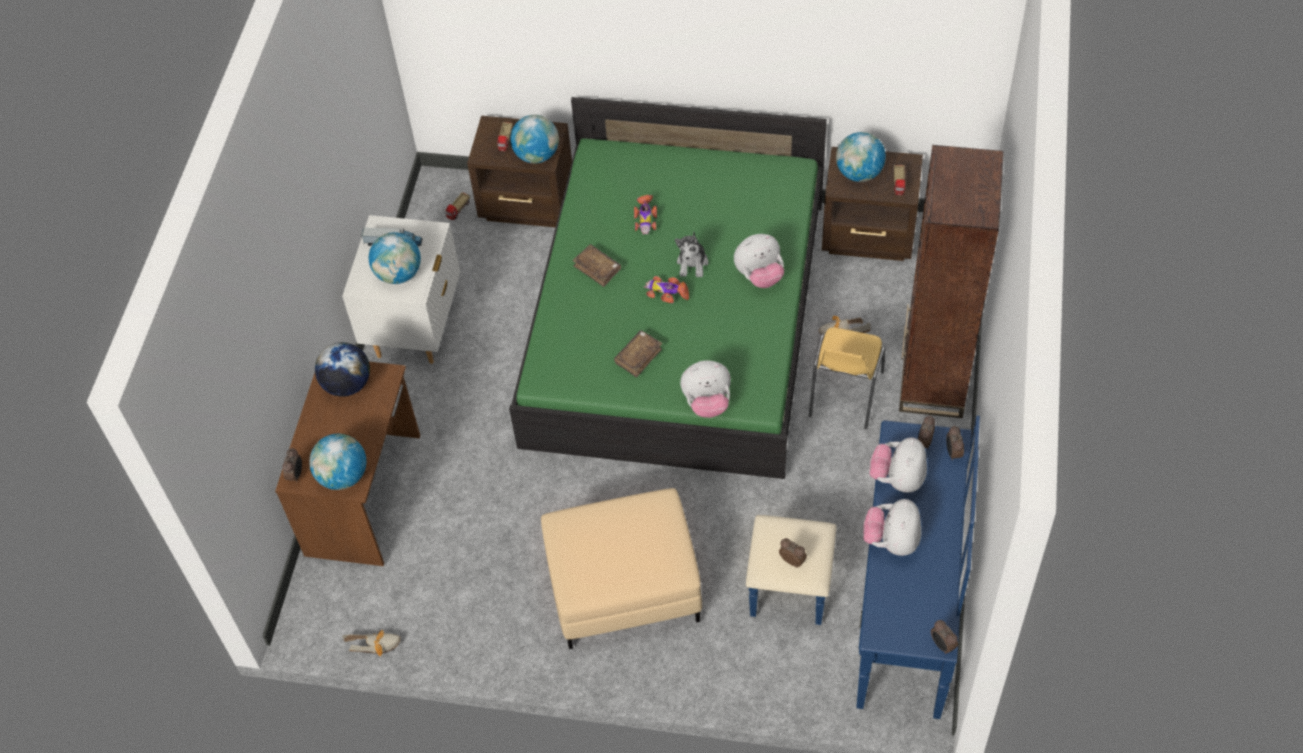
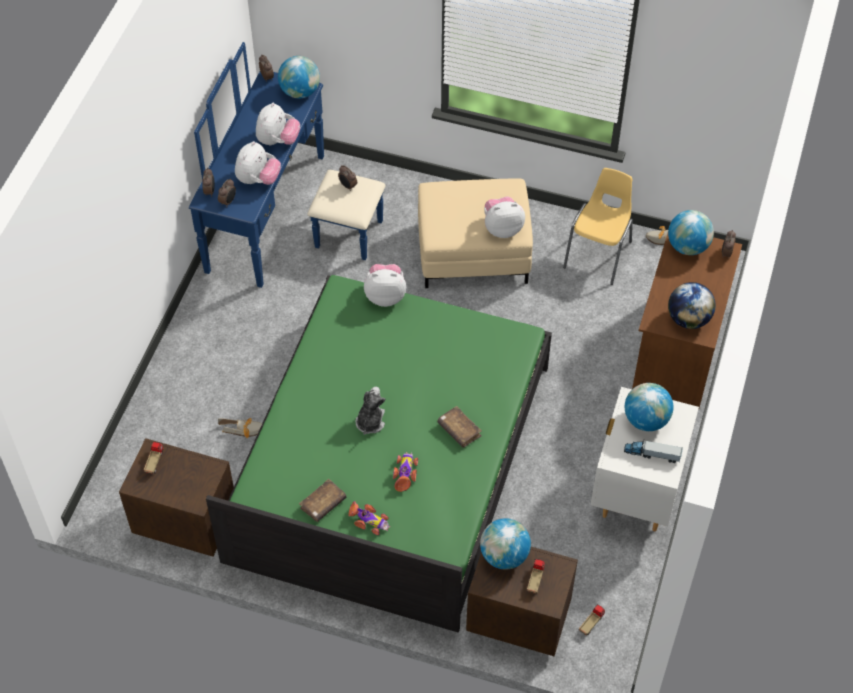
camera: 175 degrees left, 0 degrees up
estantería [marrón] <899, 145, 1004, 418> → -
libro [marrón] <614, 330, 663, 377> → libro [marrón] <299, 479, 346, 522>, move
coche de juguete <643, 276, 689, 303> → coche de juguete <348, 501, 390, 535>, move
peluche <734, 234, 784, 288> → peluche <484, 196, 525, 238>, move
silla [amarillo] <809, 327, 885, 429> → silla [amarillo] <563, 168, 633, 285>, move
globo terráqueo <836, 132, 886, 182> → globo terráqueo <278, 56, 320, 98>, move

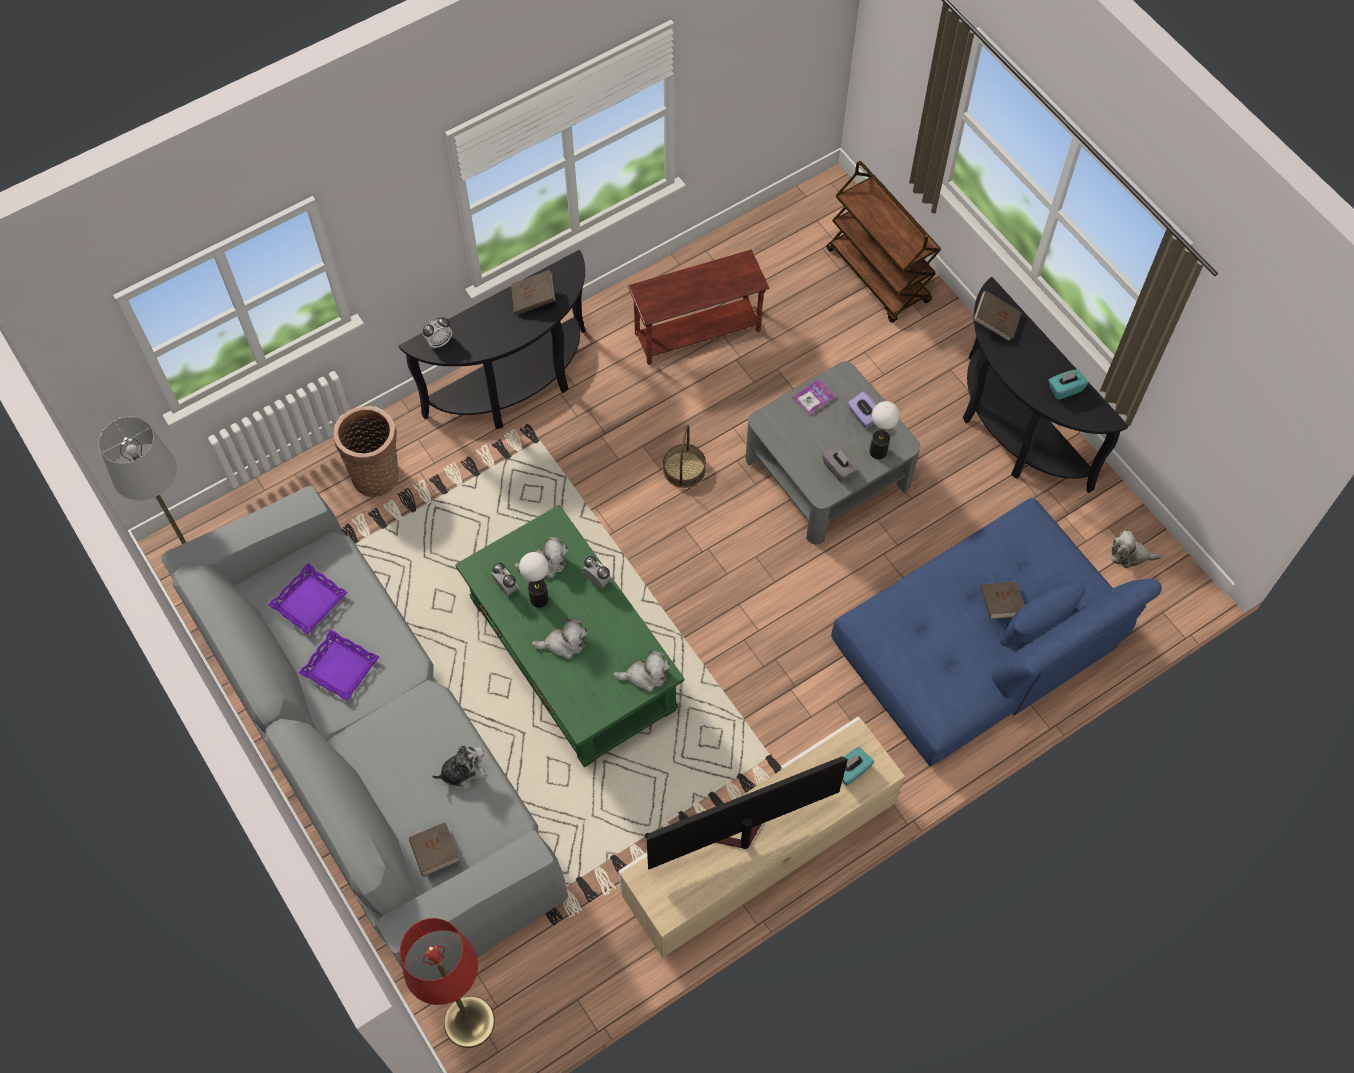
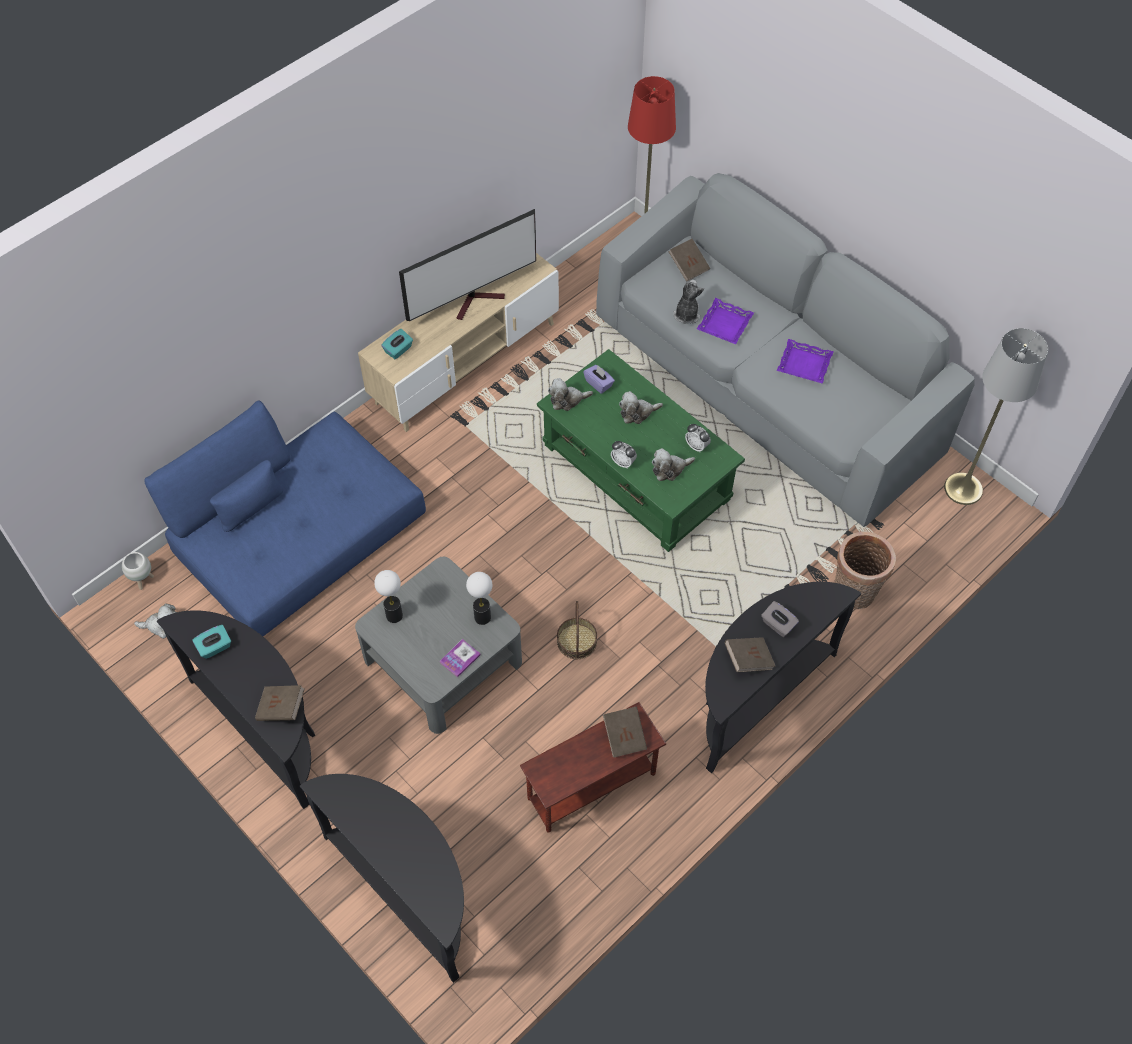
camera: 170 degrees right, 5 degrees down
despertador <422, 317, 452, 349> → -
- → maceta [blanco] <122, 552, 154, 590>
bandeja [morado] <268, 563, 348, 635> → bandeja [morado] <697, 298, 754, 344>, move
lámpara de mesa <519, 552, 549, 608> → lámpara de mesa <466, 572, 492, 625>, move
caja de pañuelos [gris] <822, 446, 858, 482> → caja de pañuelos [gris] <761, 601, 799, 637>, move
caja de pañuelos [morado] <848, 391, 876, 428> → caja de pañuelos [morado] <583, 365, 615, 394>, move
libro [marrón] <980, 581, 1025, 619> → libro [marrón] <603, 706, 647, 757>, move
carrito [marrón] <826, 161, 941, 323> → mesa consola [negro] <300, 774, 464, 983>
peluche <432, 746, 487, 789> → peluche <673, 280, 704, 324>, 135 degrees clockwise

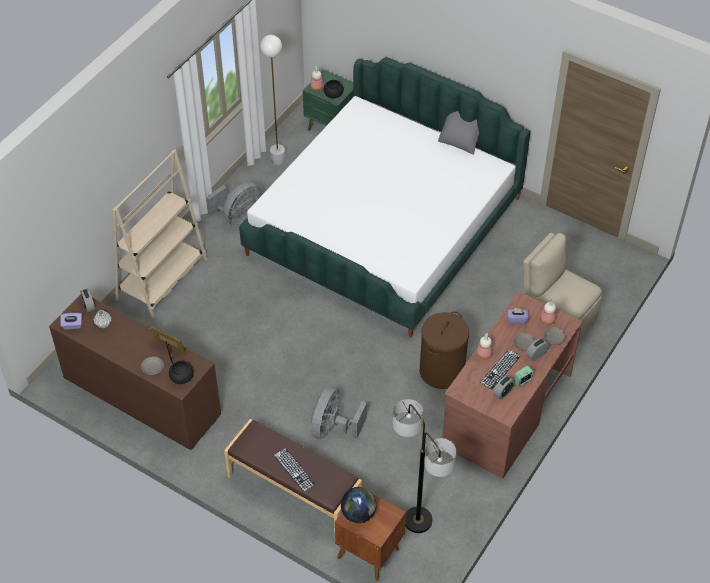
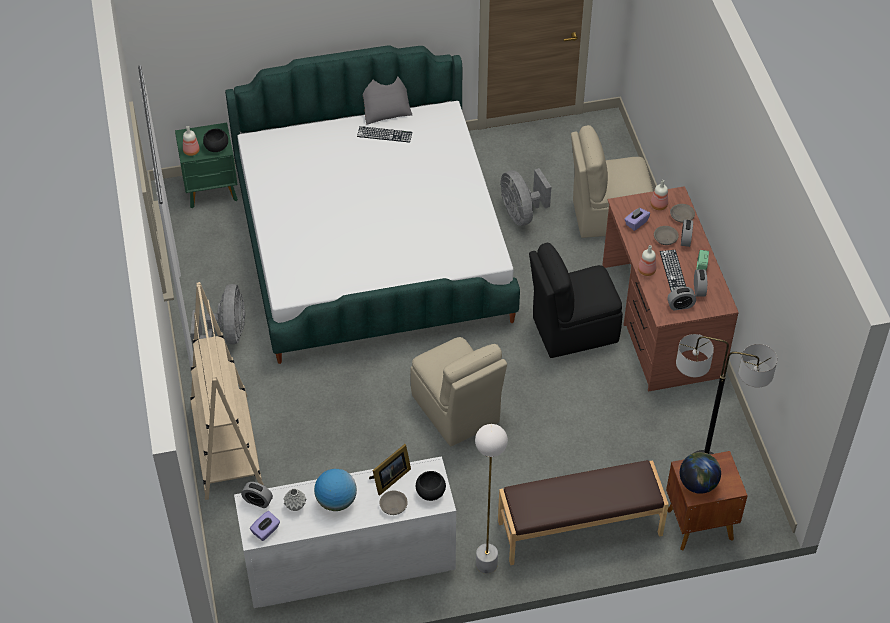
camera: 45 degrees left, 0 degrees up
- → globo terráqueo <314, 469, 357, 511>
- → silla [beis] <411, 337, 507, 446>
- → despertador <667, 287, 696, 311>
lámpara de pie [blanco] <260, 35, 285, 166> → lámpara de pie [blanco] <475, 424, 508, 574>, move
teclado <274, 448, 316, 492> → teclado <357, 126, 412, 143>, move
ventilador [gris] <311, 386, 367, 439> → ventilador [gris] <501, 168, 551, 226>, move
cesto de la ropa [marrón] <420, 311, 469, 389> → silla [negro] <529, 243, 623, 358>
cómoda [marrón] <49, 294, 221, 450> → cómoda [blanco] <234, 456, 456, 608>
portarretratos <150, 326, 187, 364> → portarretratos <369, 444, 411, 496>, 150 degrees clockwise

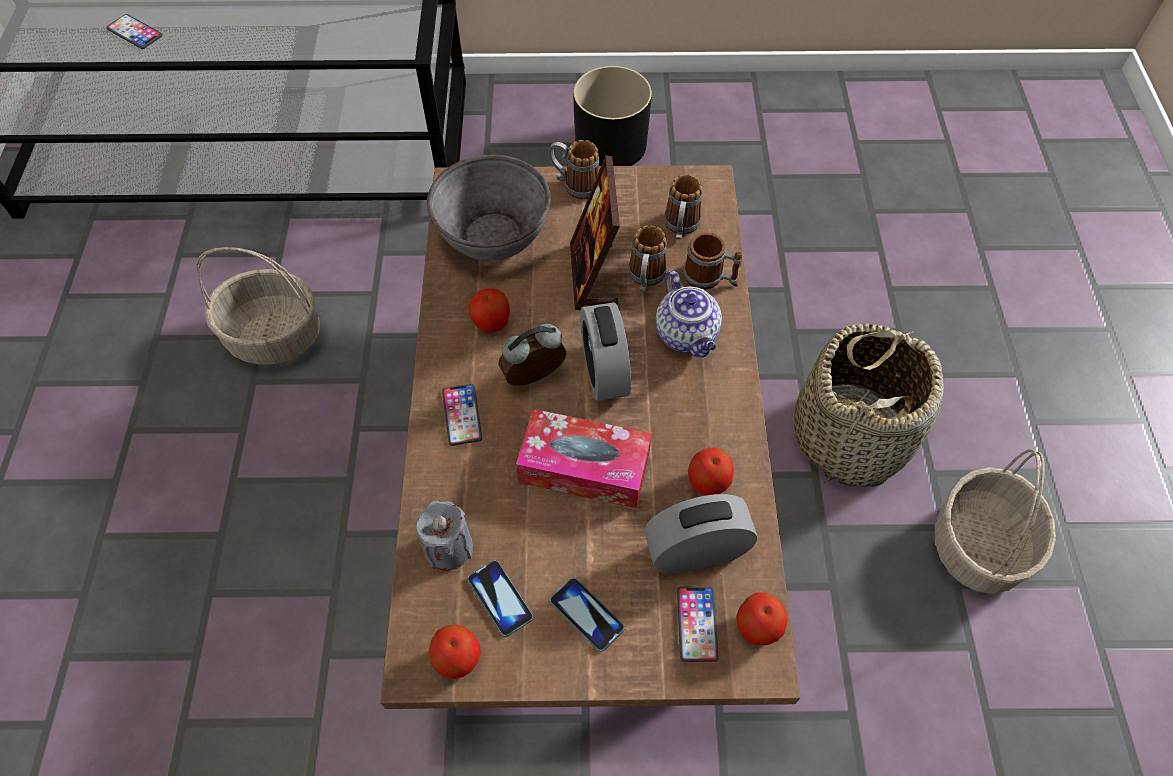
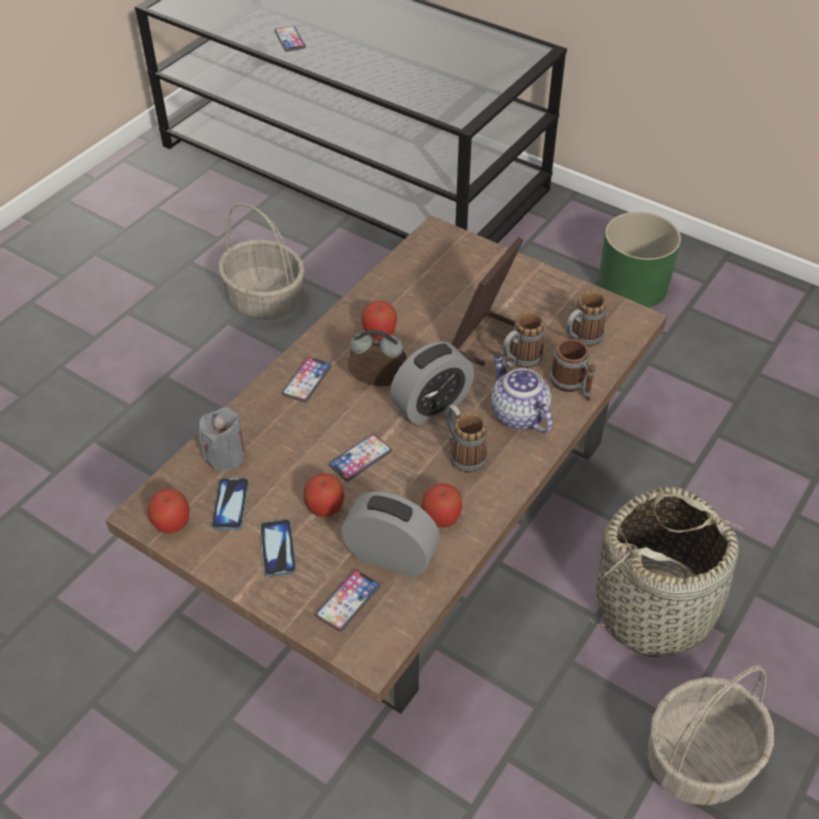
camera: 35 degrees right, 10 degrees down
cuenco [gris] <427, 155, 551, 261> → -
taza grande <548, 140, 599, 199> → taza grande <445, 404, 487, 472>, move
manzana <736, 593, 787, 645> → manzana <303, 473, 345, 517>, move
caja de pañuelos <516, 409, 652, 508> → móvil <329, 434, 392, 481>
maceta [negro] <573, 66, 652, 166> → maceta [verde] <598, 212, 681, 308>
despertador <580, 303, 631, 401> → despertador <390, 341, 474, 425>, 150 degrees counterclockwise
tetera <656, 271, 722, 358> → tetera <491, 355, 553, 433>, 135 degrees clockwise

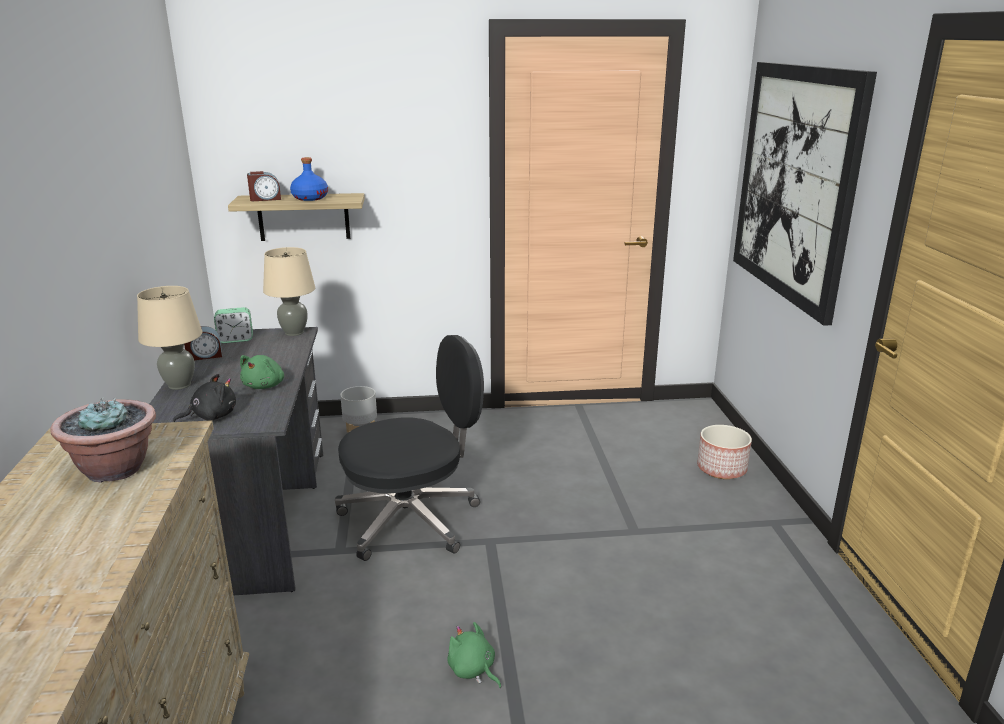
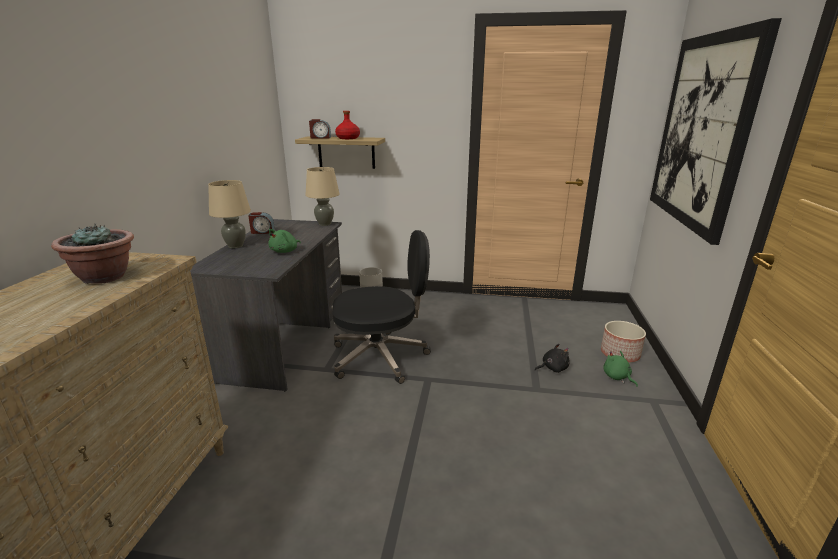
camera: 15 degrees right, 0 degrees up
despertador <214, 307, 253, 343> → -
peluche [negro] <173, 374, 236, 422> → peluche [negro] <535, 344, 570, 373>, move
peluche [verde] <447, 622, 501, 688> → peluche [verde] <604, 351, 638, 387>, move
botella [azul] <290, 157, 328, 201> → botella [rojo] <335, 111, 360, 139>

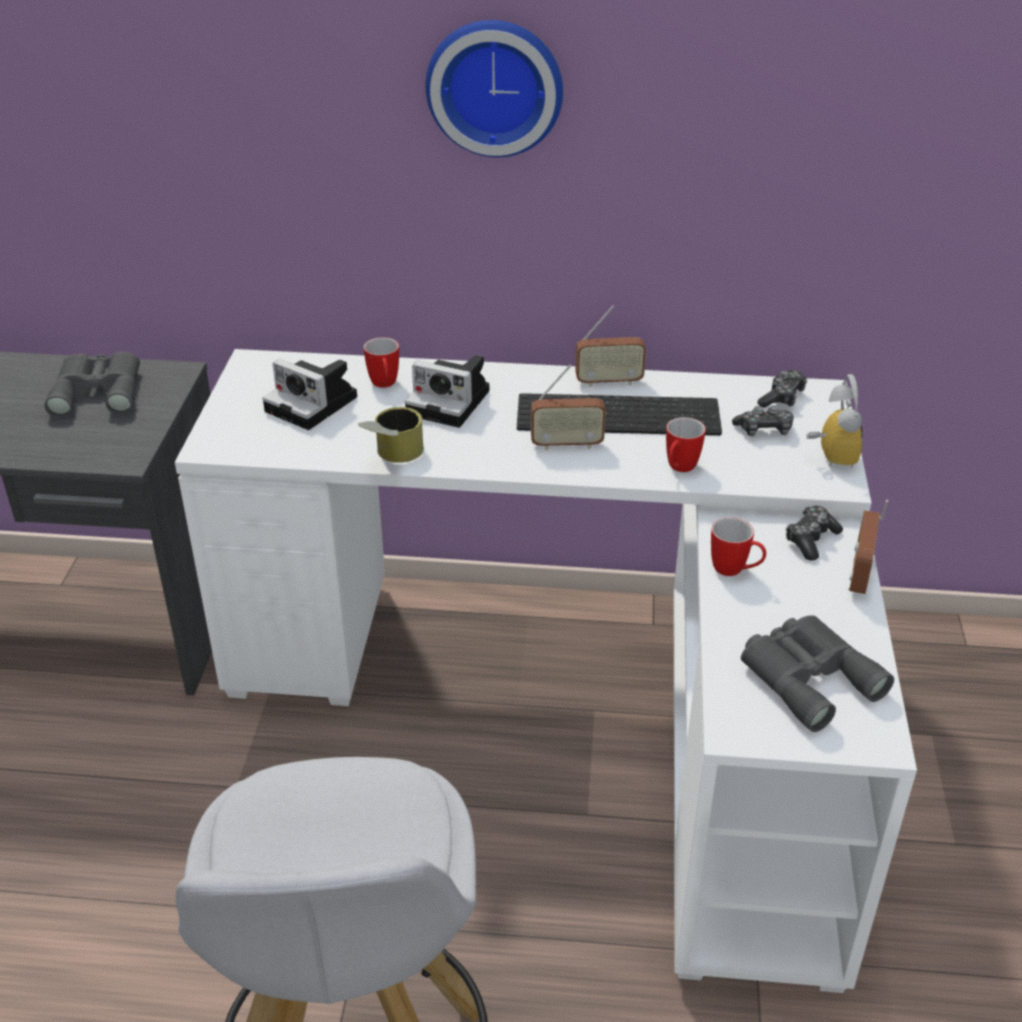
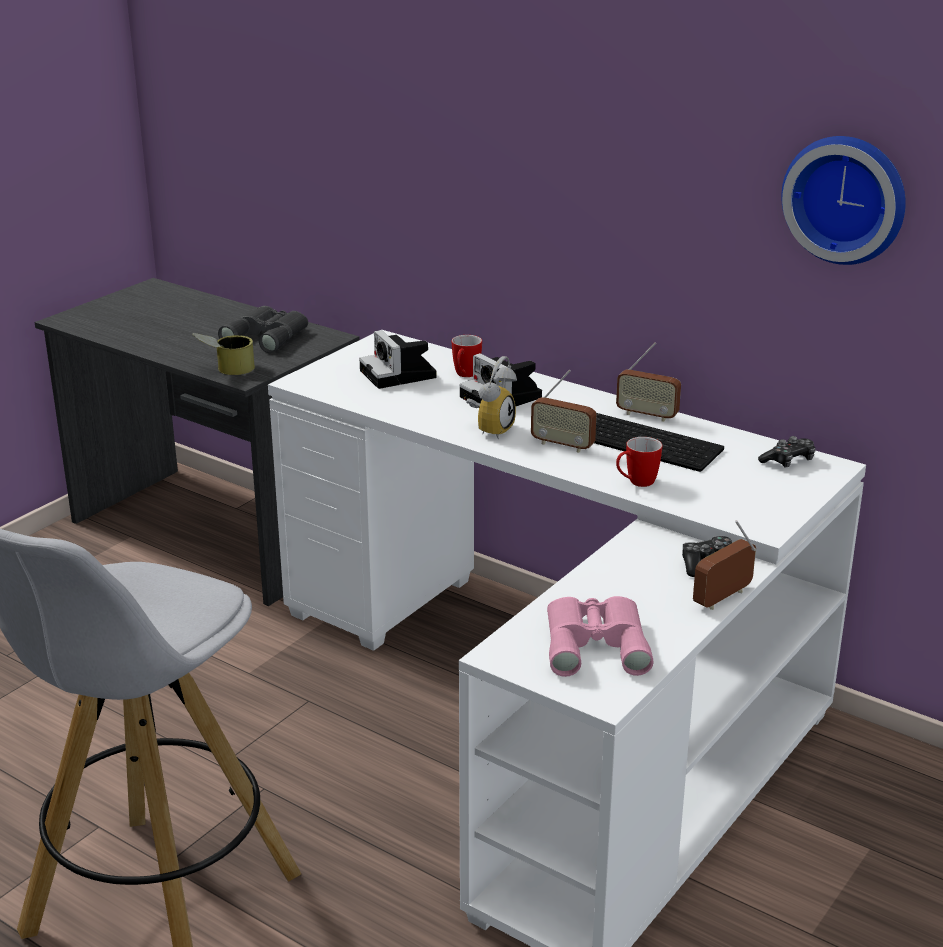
camera: 30 degrees right, 10 degrees down
taza grande <711, 517, 766, 576> → -
mando de consola <732, 405, 794, 436> → -
lata <358, 407, 424, 463> → lata <192, 333, 255, 375>, move
reloj de pared <426, 20, 563, 157> → reloj de pared <781, 136, 906, 265>, move
despertador <807, 374, 863, 468> → despertador <466, 356, 517, 439>, move
prismáticos [gris] <741, 615, 894, 732> → prismáticos [rosa] <547, 596, 654, 677>

